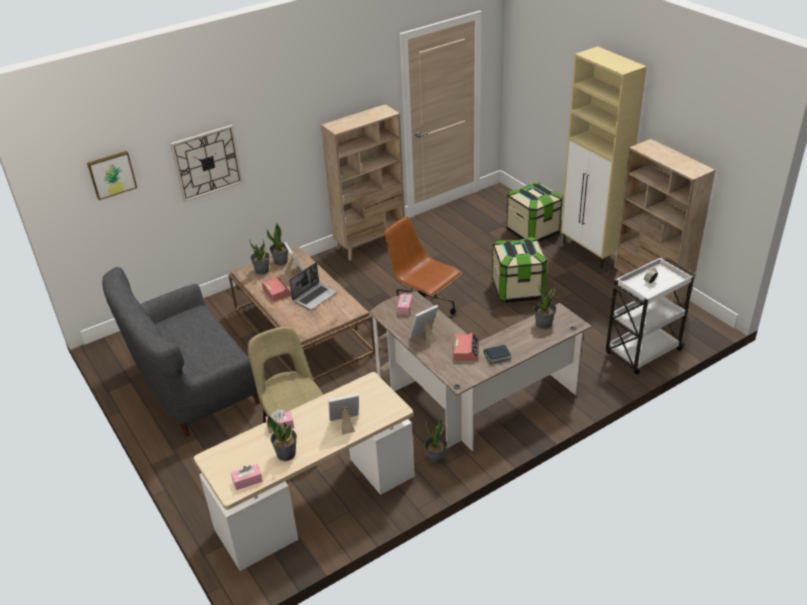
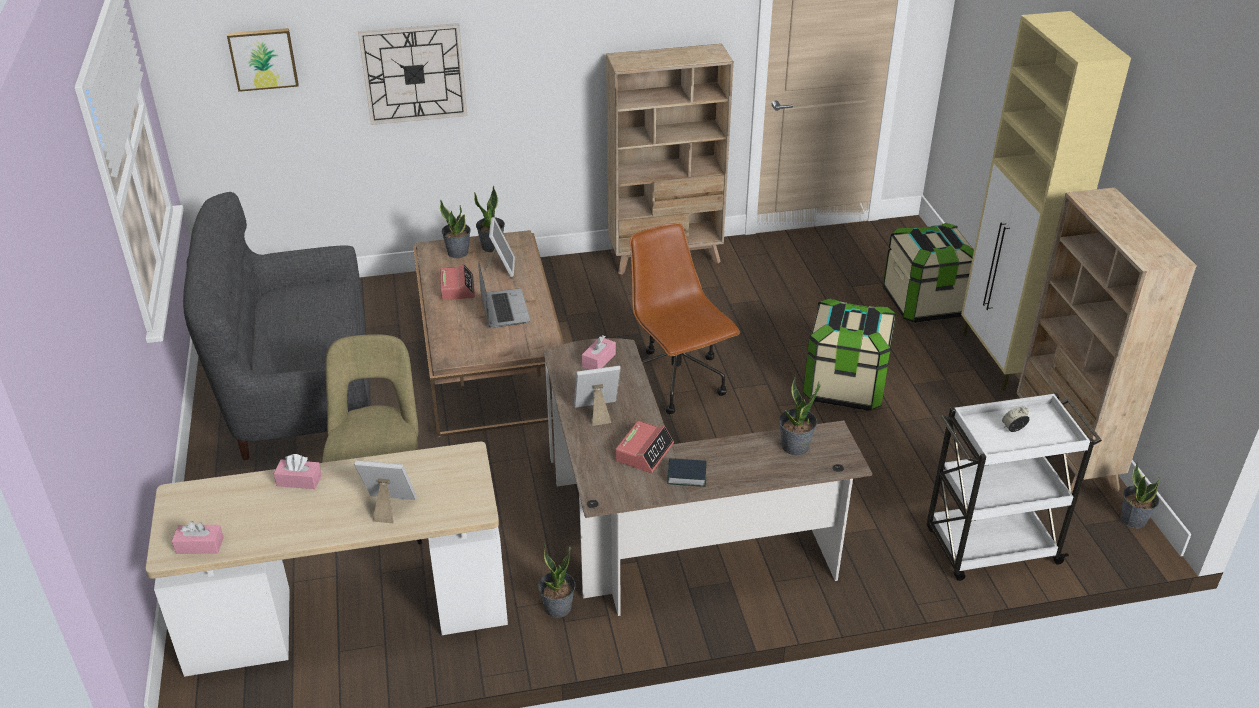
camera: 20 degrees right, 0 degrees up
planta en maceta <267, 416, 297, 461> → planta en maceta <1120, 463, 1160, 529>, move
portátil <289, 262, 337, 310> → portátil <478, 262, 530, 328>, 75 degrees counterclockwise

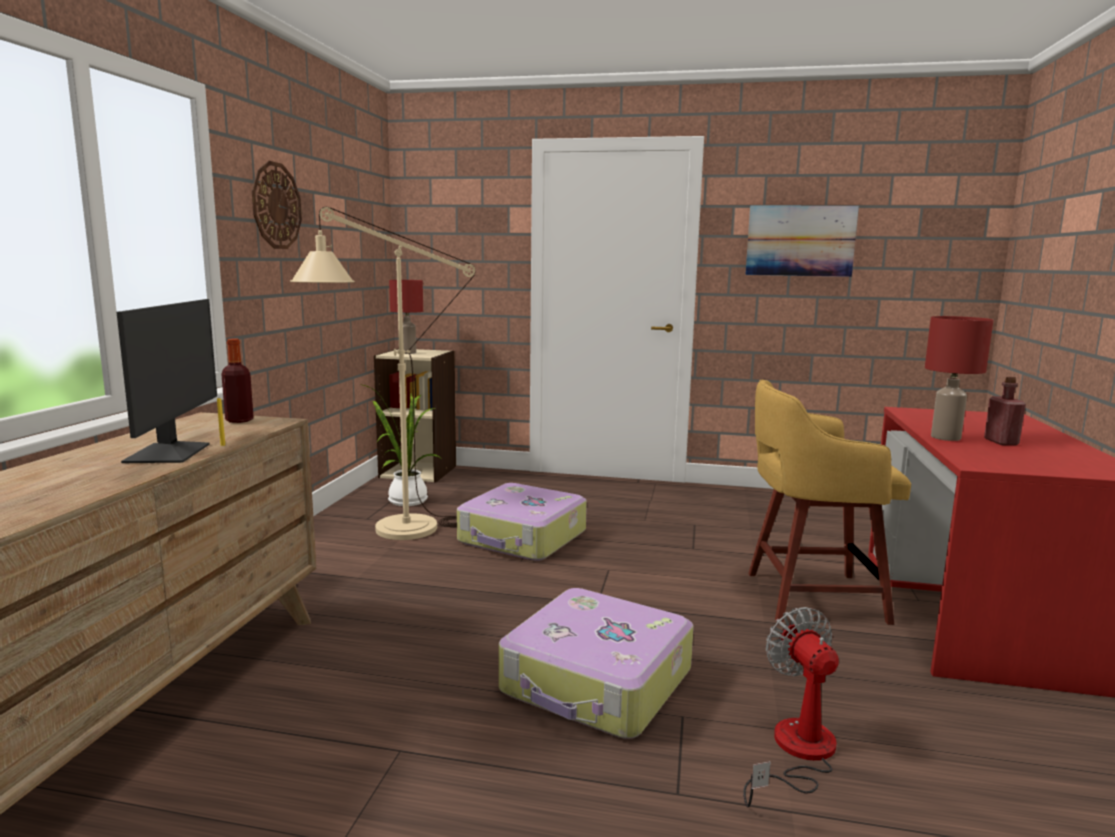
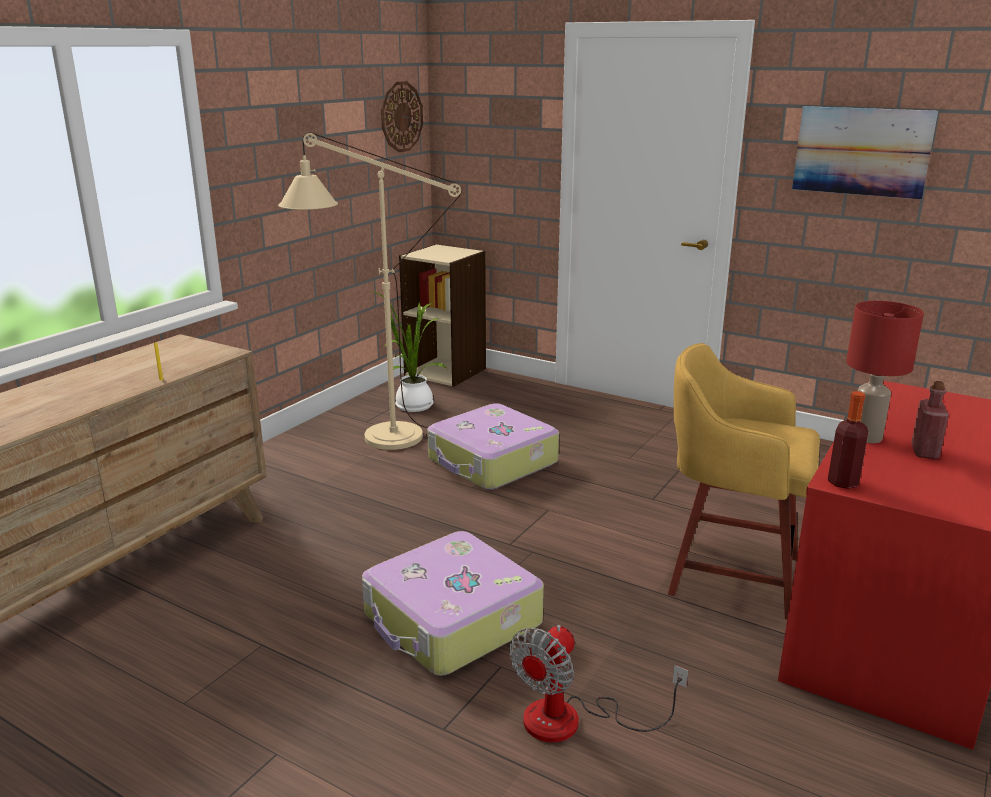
camera: 20 degrees right, 10 degrees up
monitor <117, 299, 217, 463> → -
lámpara de mesa [rojo] <389, 280, 423, 354> → -
botella <221, 338, 254, 423> → botella <828, 391, 868, 489>, move
reloj de pared <252, 161, 302, 249> → reloj de pared <381, 81, 423, 152>, move
ventilador <743, 607, 839, 808> → ventilador <510, 625, 688, 742>, 150 degrees counterclockwise

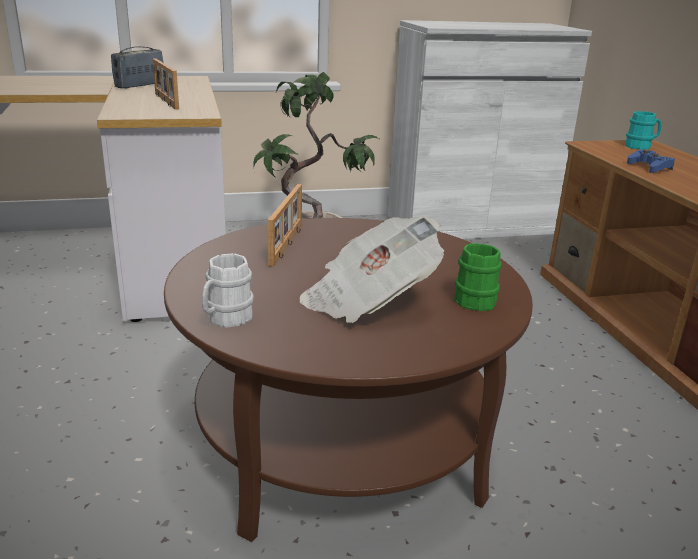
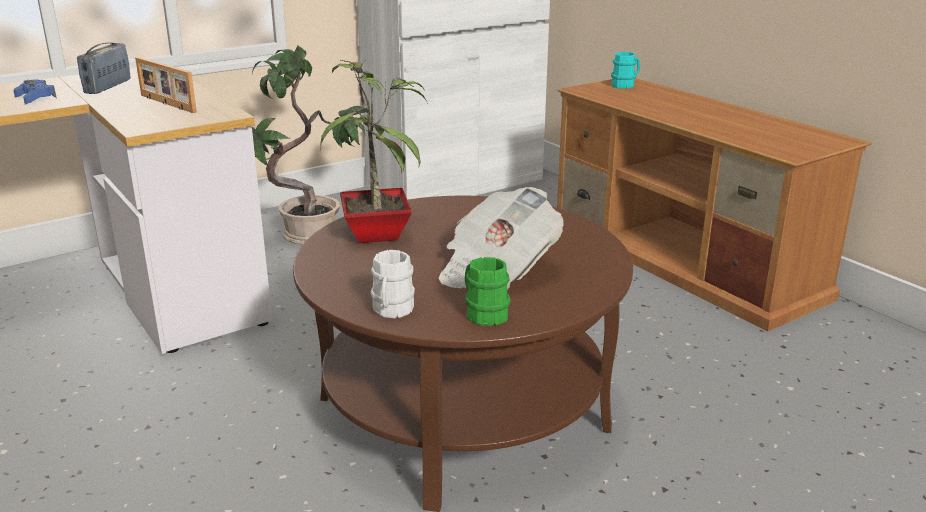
camera: 20 degrees left, 0 degrees up
taza grande [verde] <454, 243, 502, 311> → taza grande [verde] <465, 257, 511, 326>, move
mando de consola [azul] <627, 150, 675, 173> → mando de consola [azul] <13, 79, 57, 105>, move
portarretratos <268, 184, 302, 267> → planta en maceta <320, 60, 428, 243>

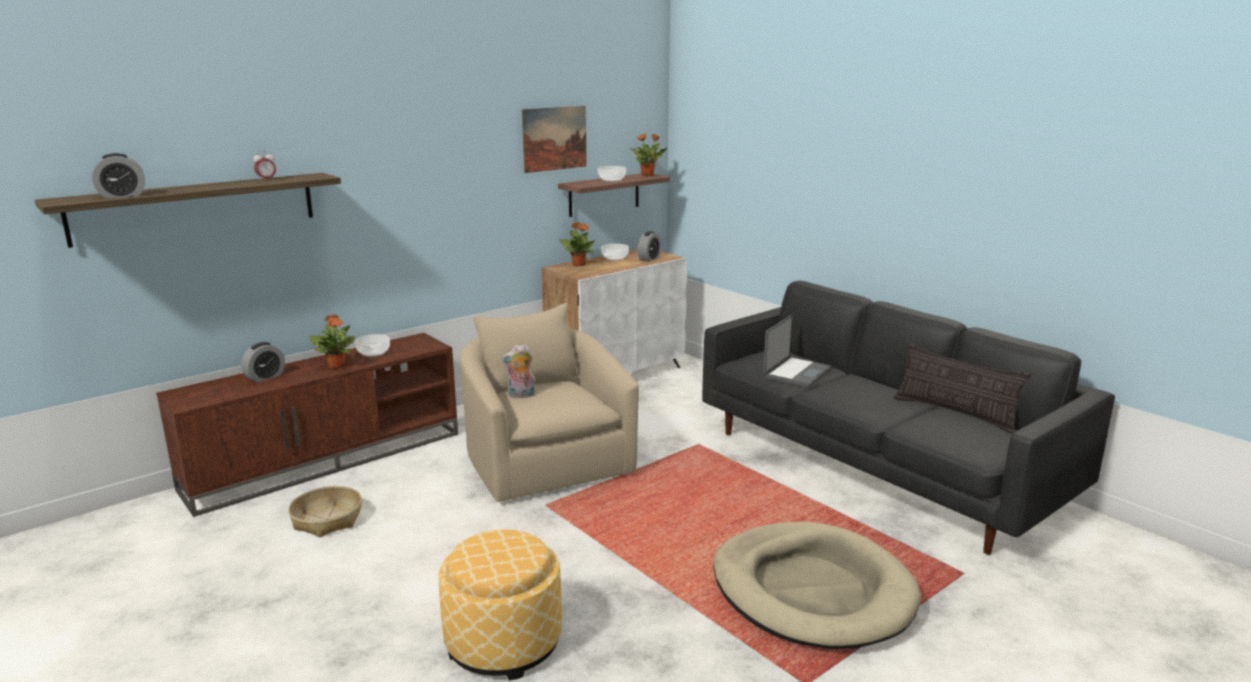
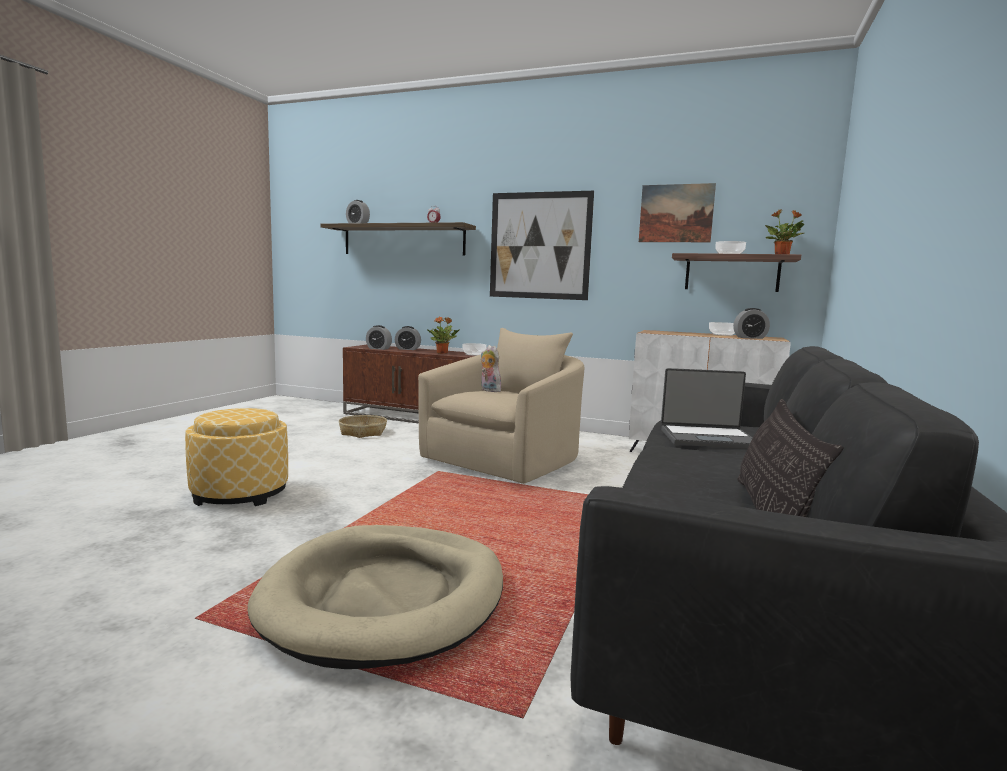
camera: 60 degrees right, 10 degrees down
planta en maceta <559, 222, 595, 266> → -
- → despertador <366, 325, 392, 350>
- → cuadro <490, 191, 594, 300>

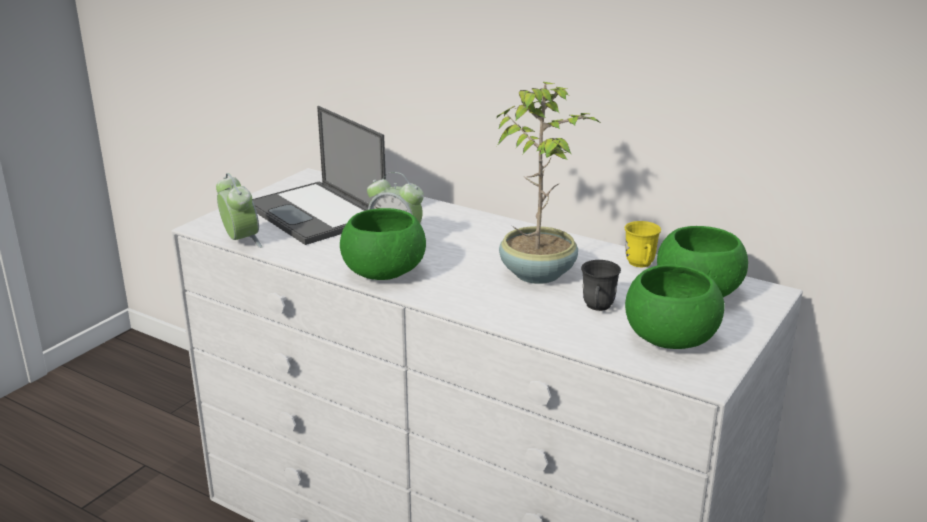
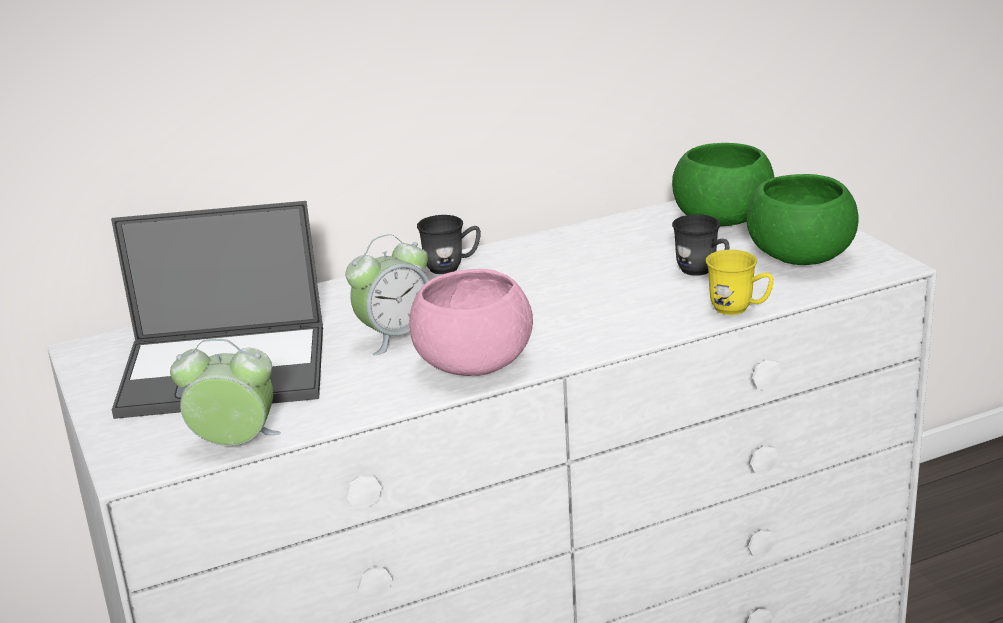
camera: 55 degrees left, 0 degrees up
planta en maceta <497, 82, 599, 284> → -
- → taza grande [gris] <417, 215, 481, 274>
taza grande [amarillo] <625, 221, 661, 267> → taza grande [amarillo] <706, 250, 774, 315>, move
cuenco [verde] <340, 208, 426, 280> → cuenco [rosa] <409, 269, 533, 376>

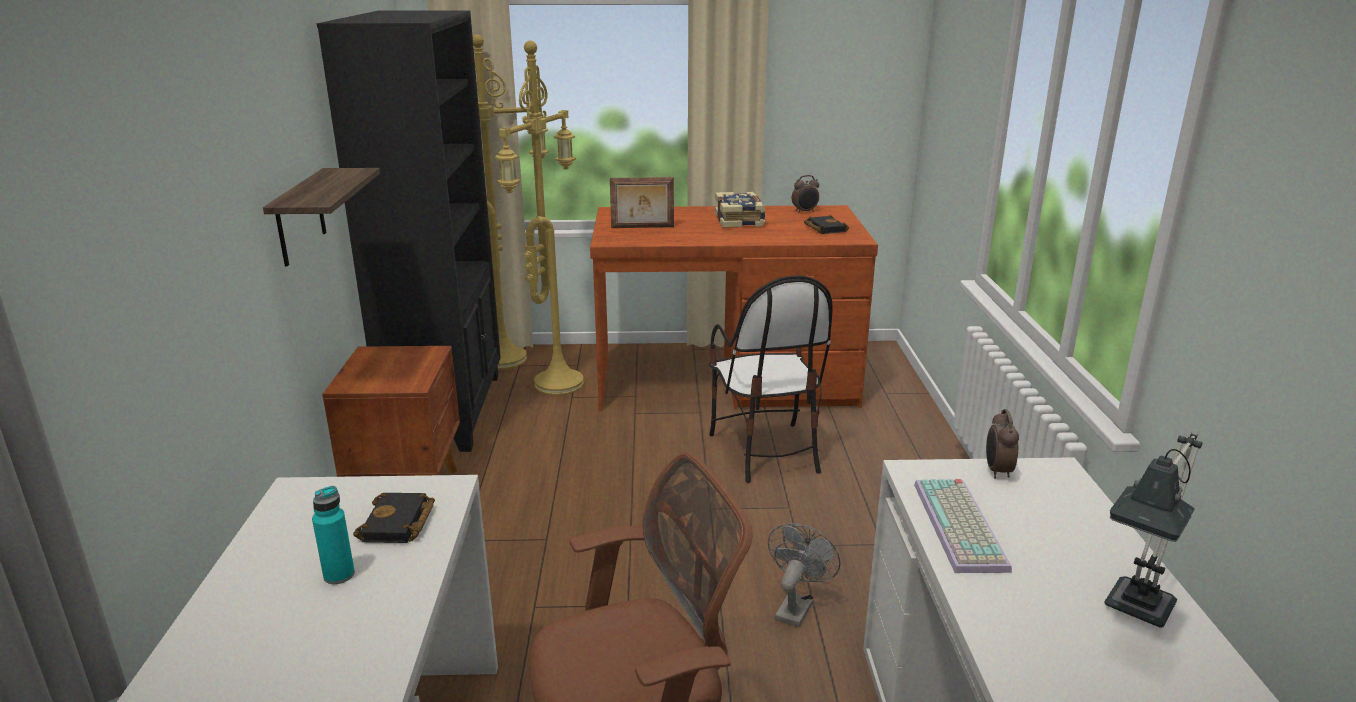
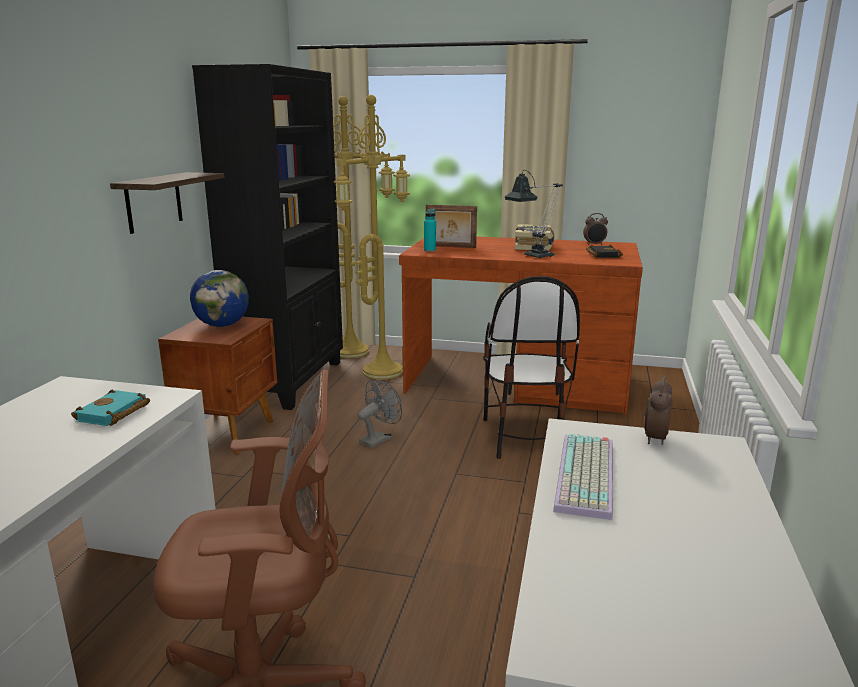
camera: 15 degrees right, 5 degrees down
- → globo terráqueo <190, 270, 249, 327>
botella [turquesa] <312, 486, 355, 584> → botella [turquesa] <424, 209, 436, 252>, move
ventilador [gris] <768, 523, 841, 627> → ventilador [gris] <358, 379, 402, 448>, move
lámpara de mesa <1104, 433, 1203, 628> → lámpara de mesa <505, 170, 563, 258>, move
libro [negro] <353, 493, 435, 543> → libro [turquesa] <71, 389, 150, 426>

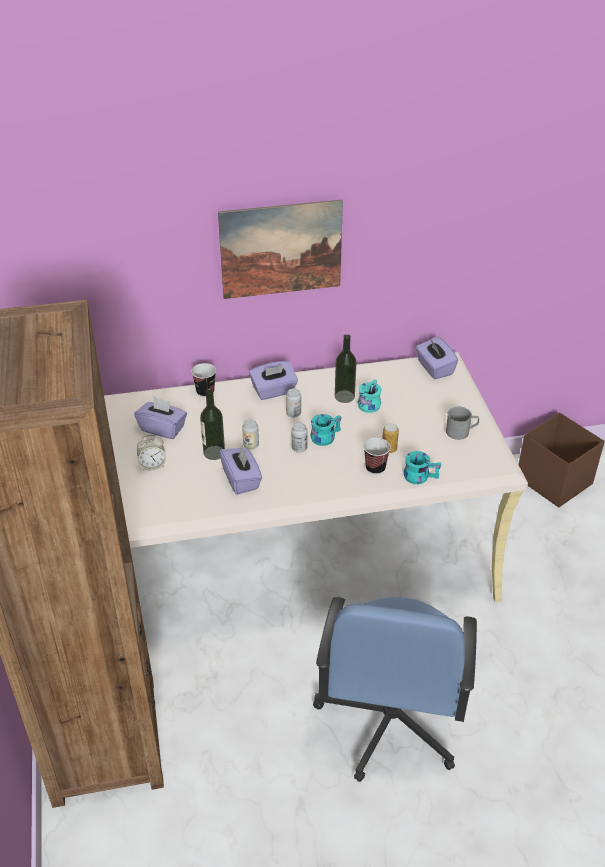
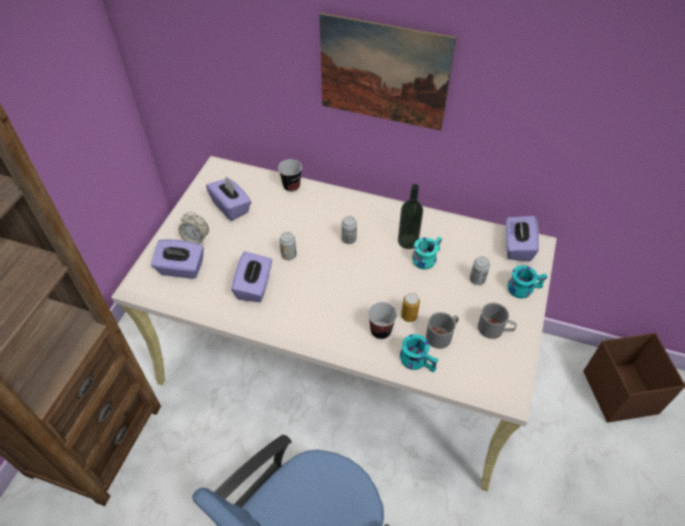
camera: 30 degrees right, 10 degrees up
botella <200, 389, 225, 460> → -
- → taza grande [gris] <426, 312, 459, 349>
caja de pañuelos [morado] <249, 361, 298, 400> → caja de pañuelos [morado] <151, 239, 204, 279>, move
lata <292, 423, 308, 453> → lata <470, 256, 490, 285>, move
taza grande [turquesa] <311, 414, 342, 446> → taza grande [turquesa] <508, 265, 547, 299>, move

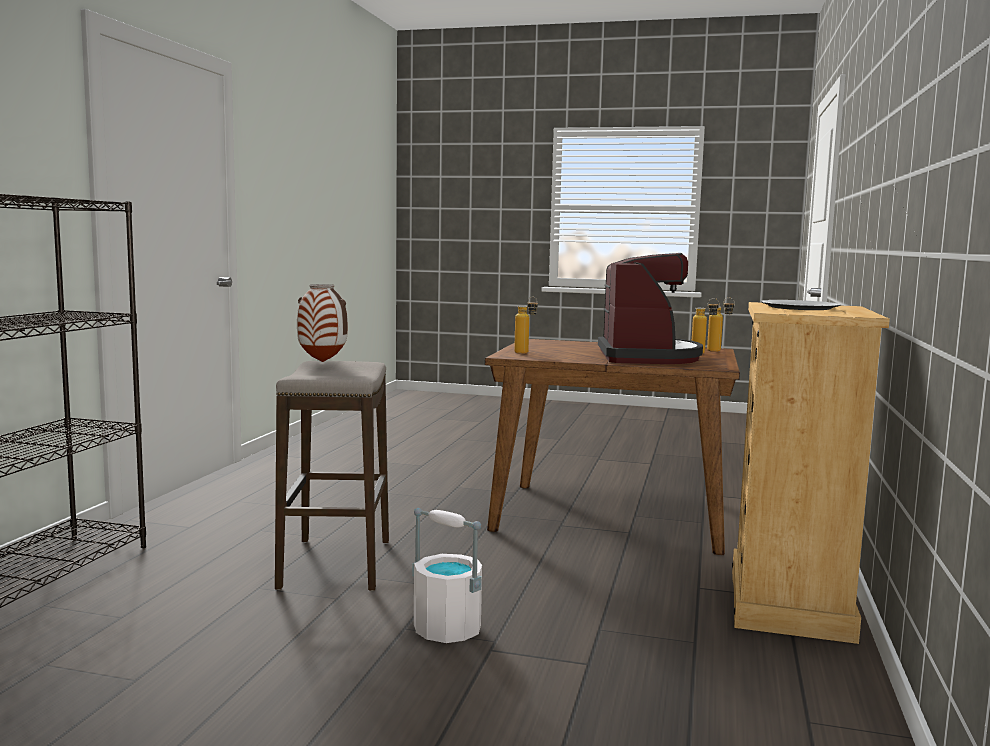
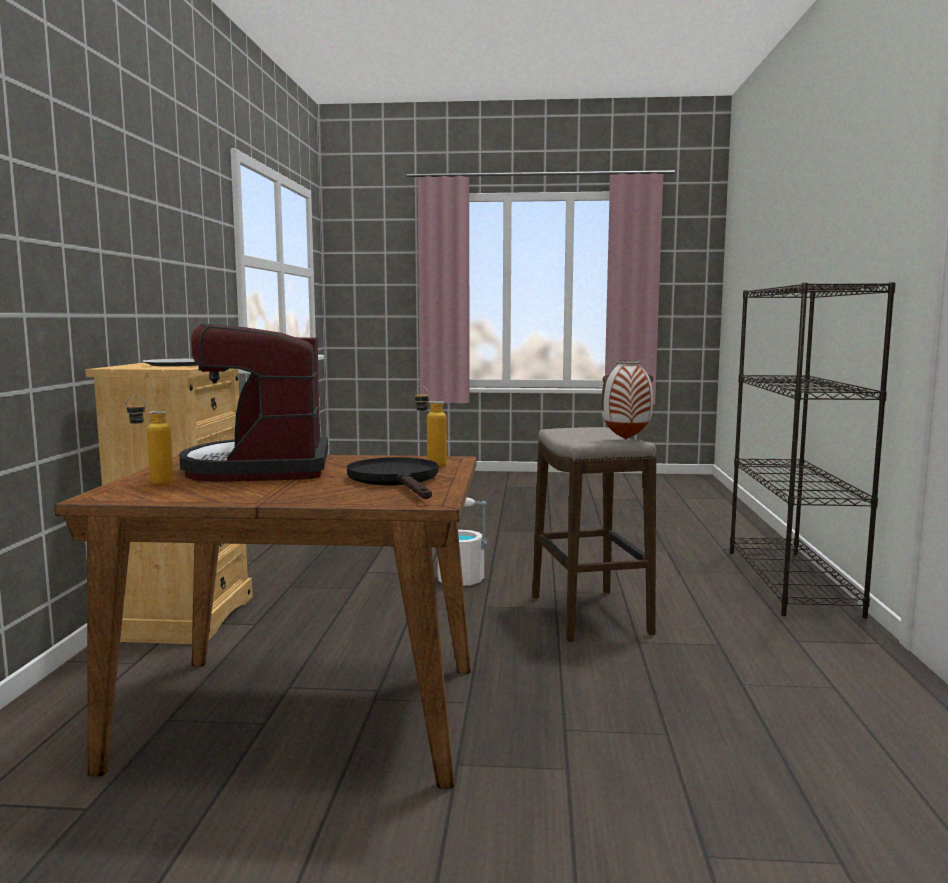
camera: 170 degrees right, 0 degrees up
botella <707, 298, 735, 352> → -
- → sartén [negro] <347, 457, 439, 499>

